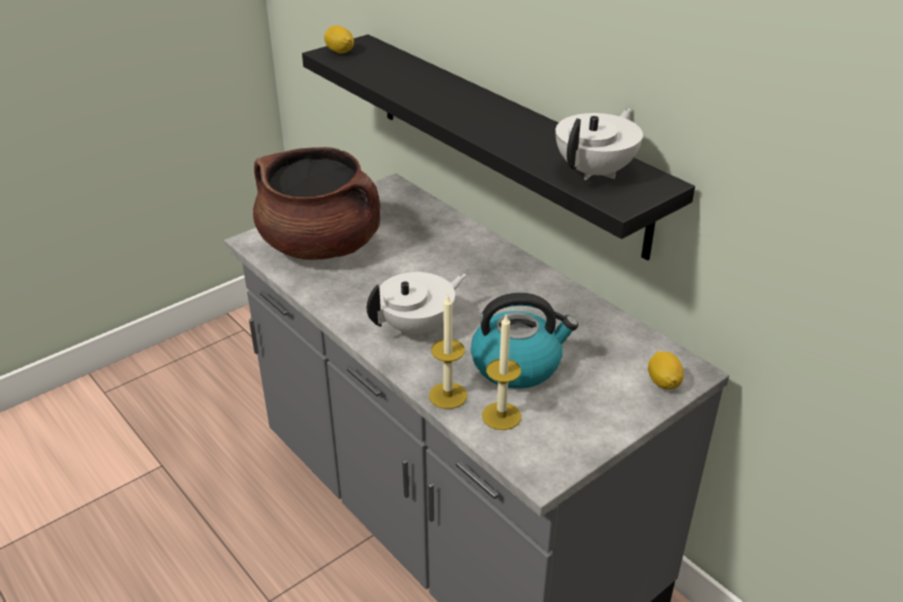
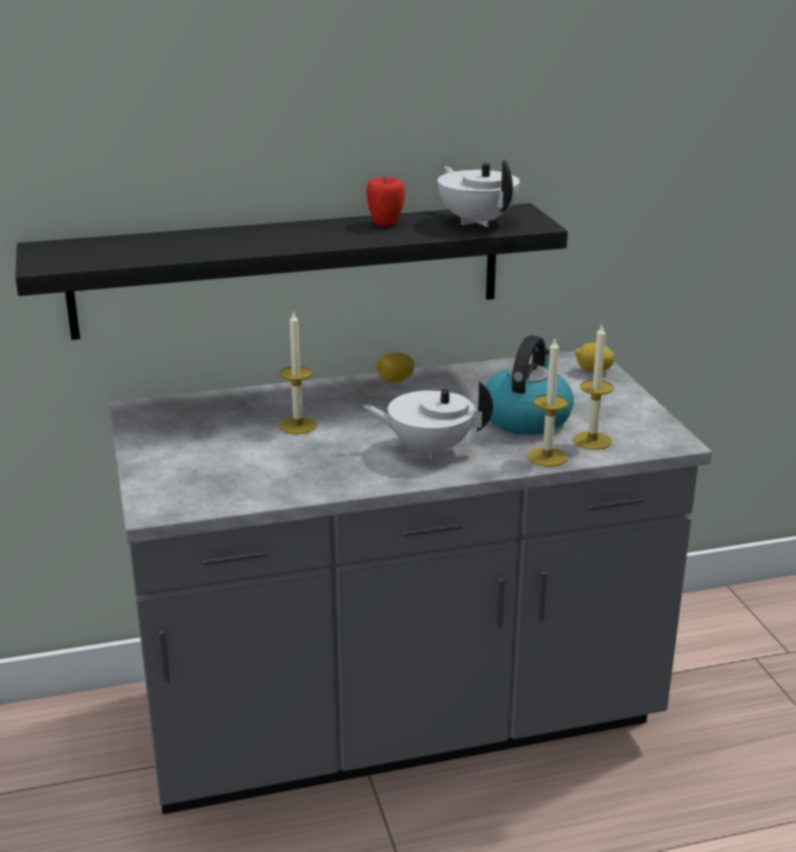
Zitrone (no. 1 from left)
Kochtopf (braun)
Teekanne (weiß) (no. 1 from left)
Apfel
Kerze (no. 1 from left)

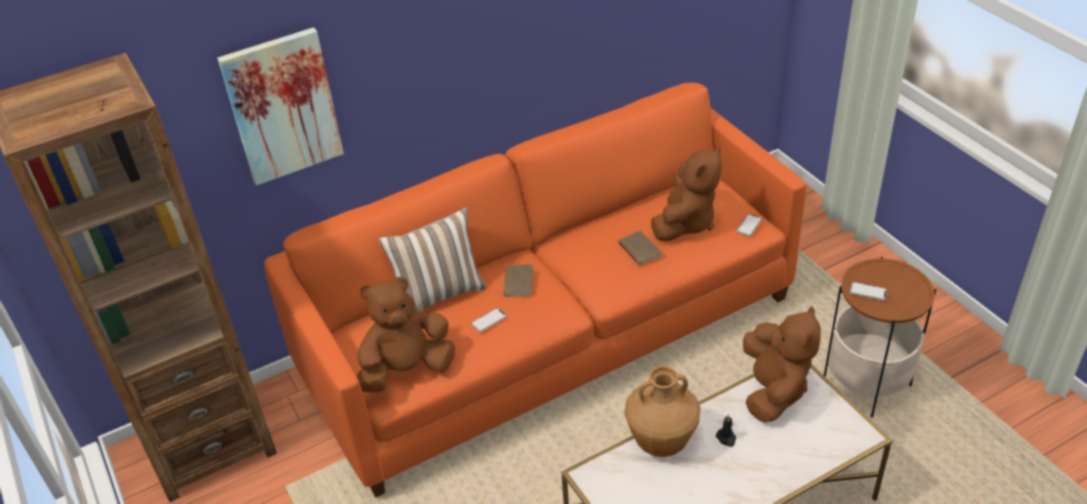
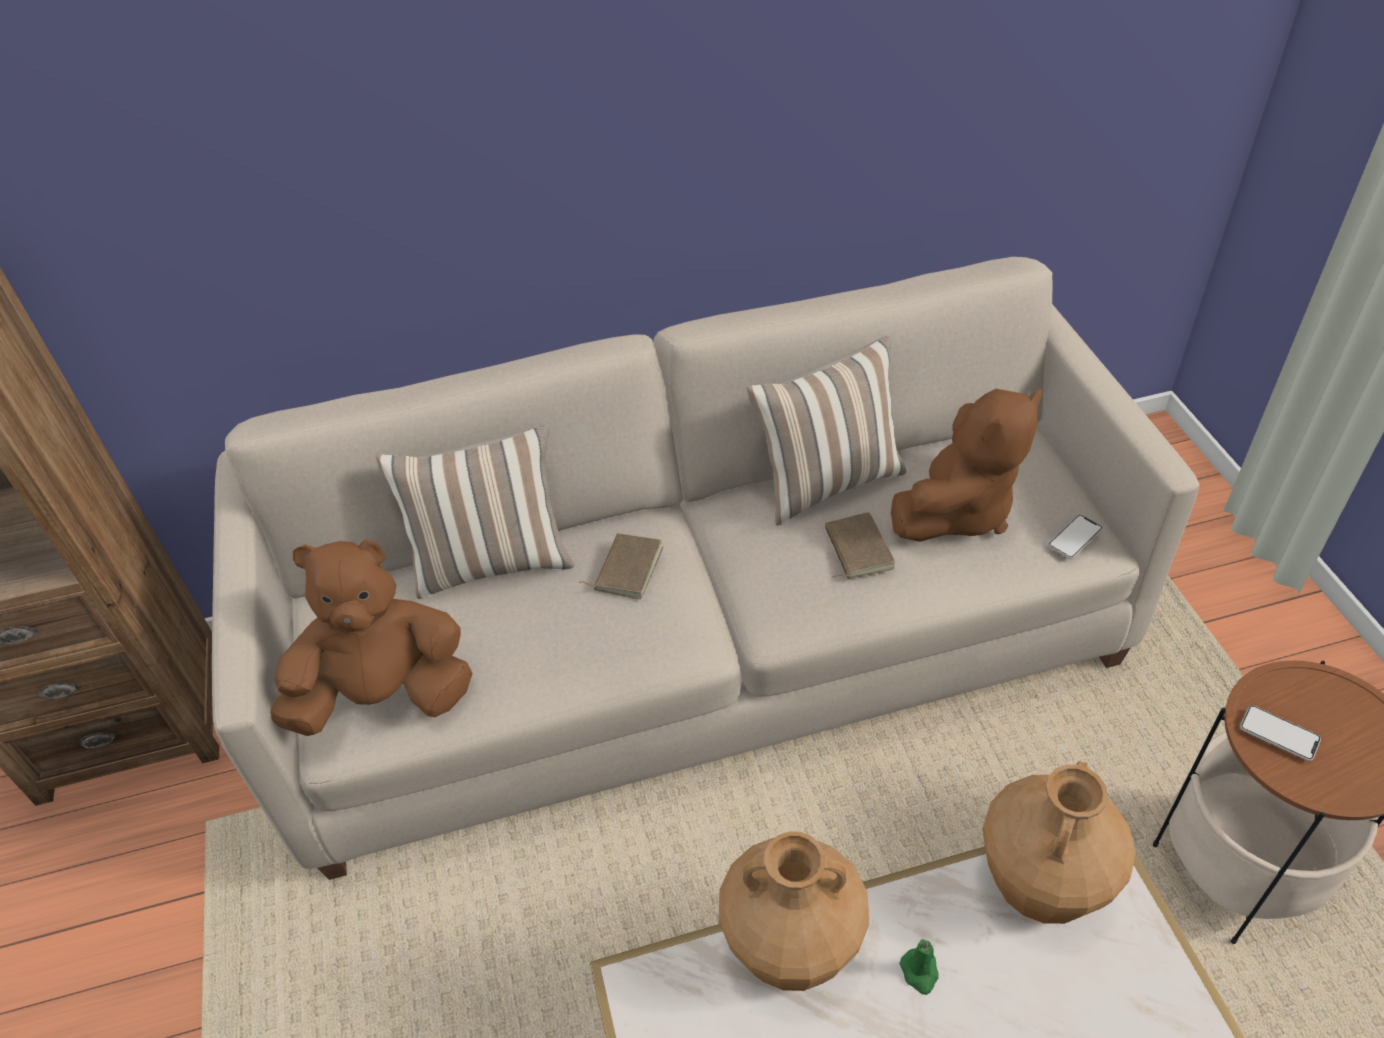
Bild
Sofa (beige)
Vase (braun) (no. 2 from left)
Handy (no. 1 from left in the first image)
Kerze (grün)
Kissen (no. 2 from left)

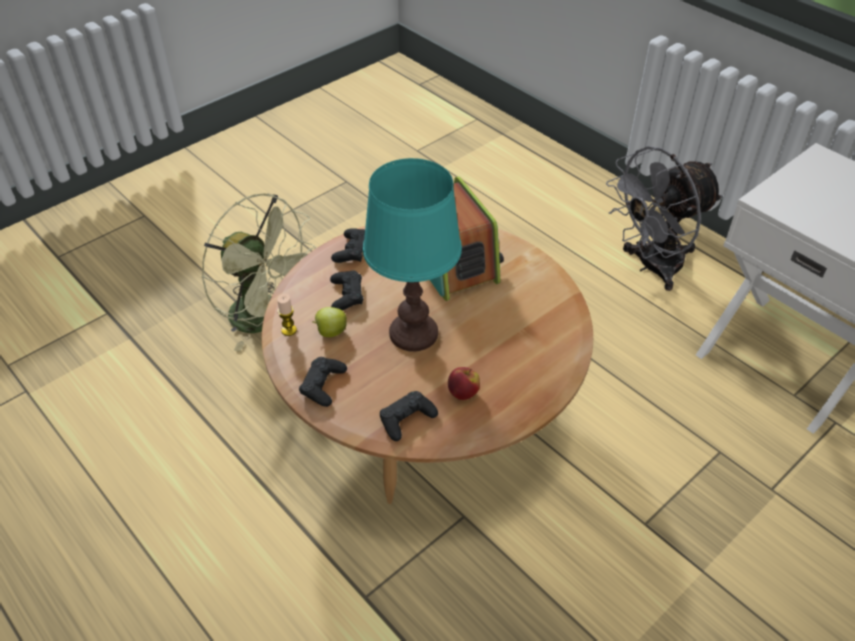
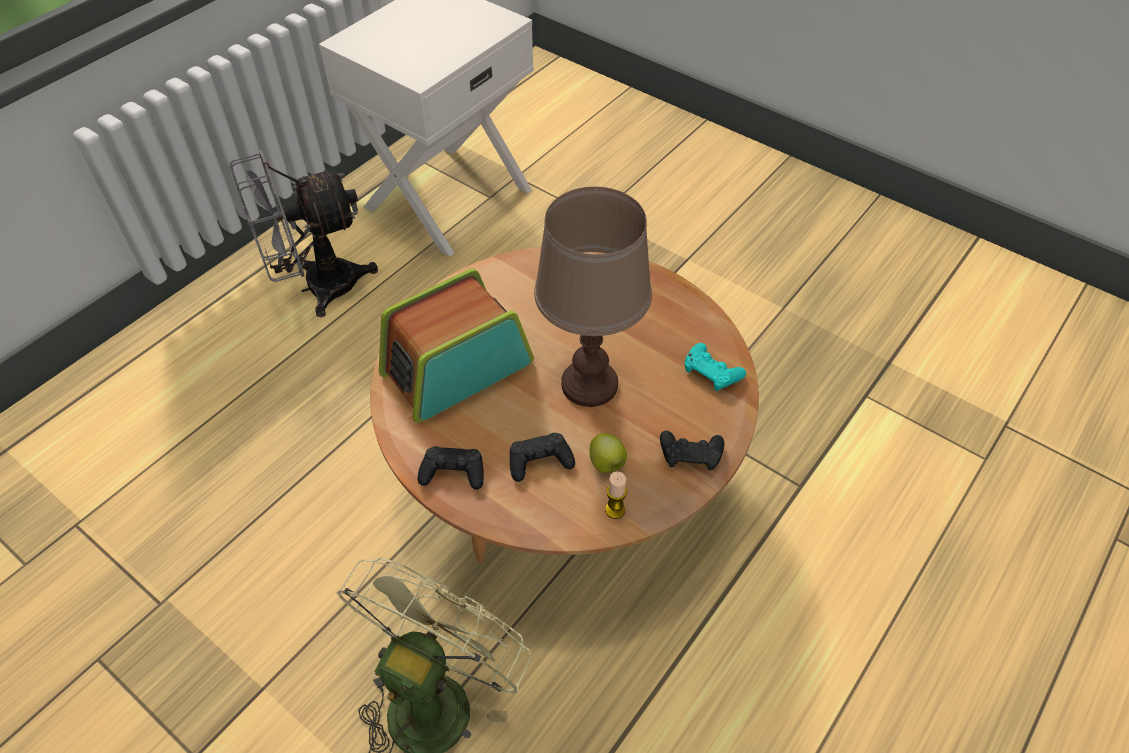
Ventilator (grau)
Tischlampe (braun)
Apfel (no. 2 from left in the first image)
Gamepad (türkis)

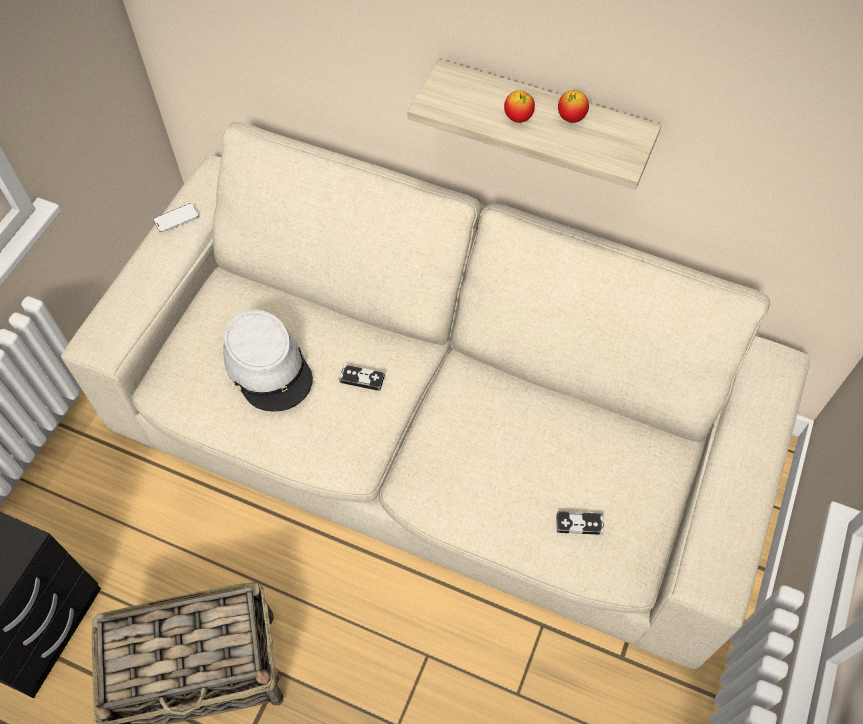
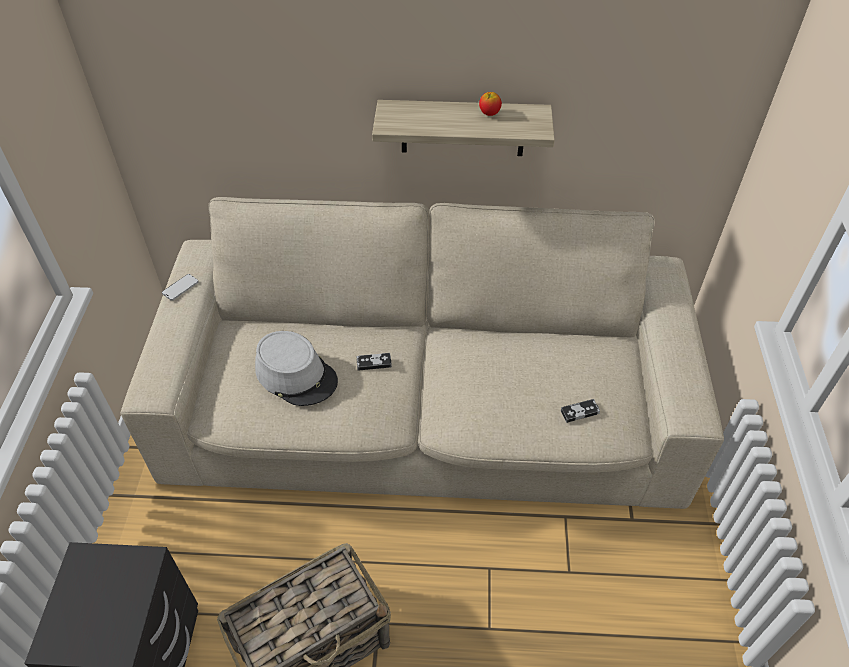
Apfel (no. 1 from left in the first image)

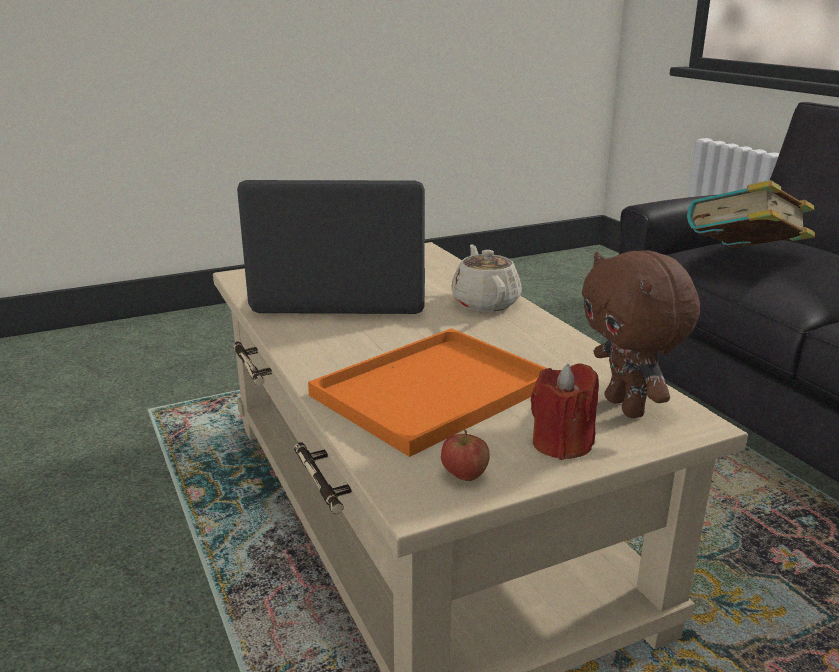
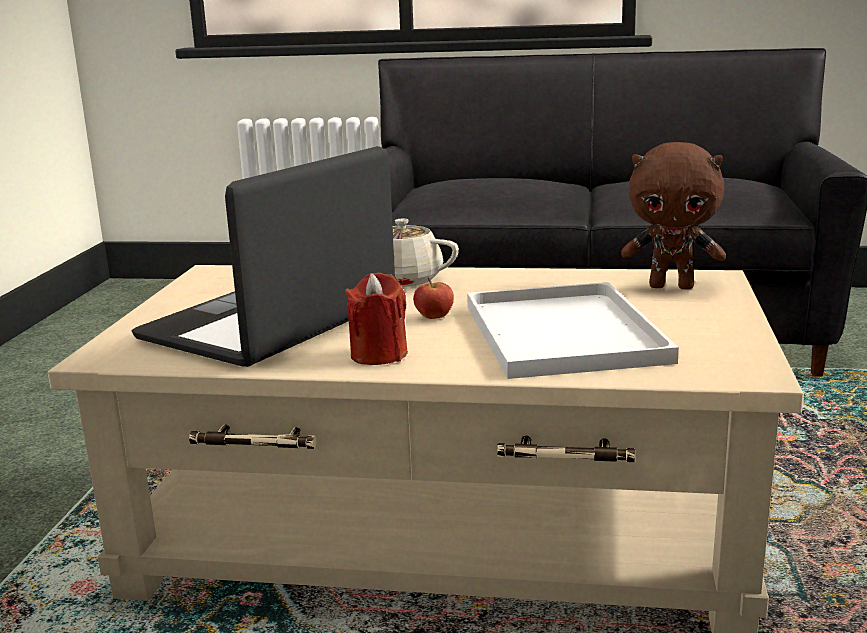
Buch
Tablett (weiß)
Kerze (rot)
Apfel

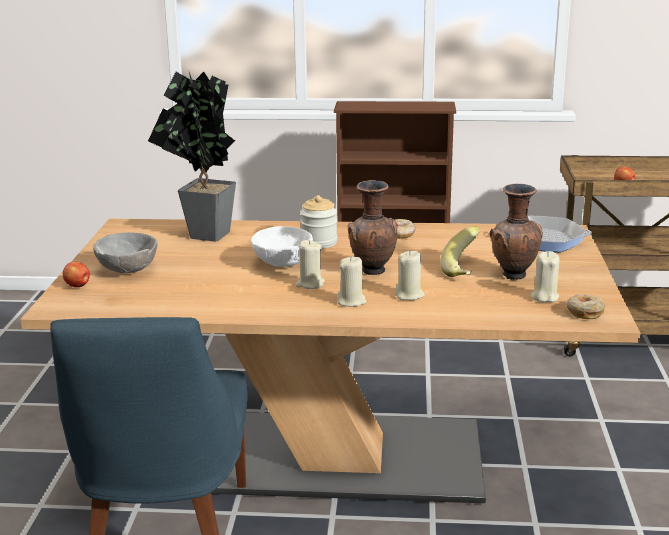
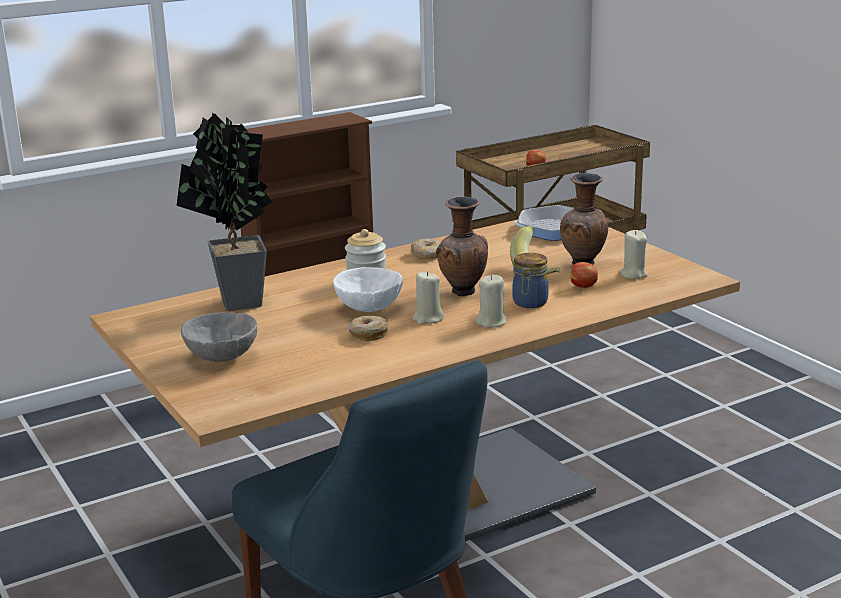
Vorratsglas (no. 2 from left)
Apfel (no. 2 from left)
Donut (no. 1 from left)

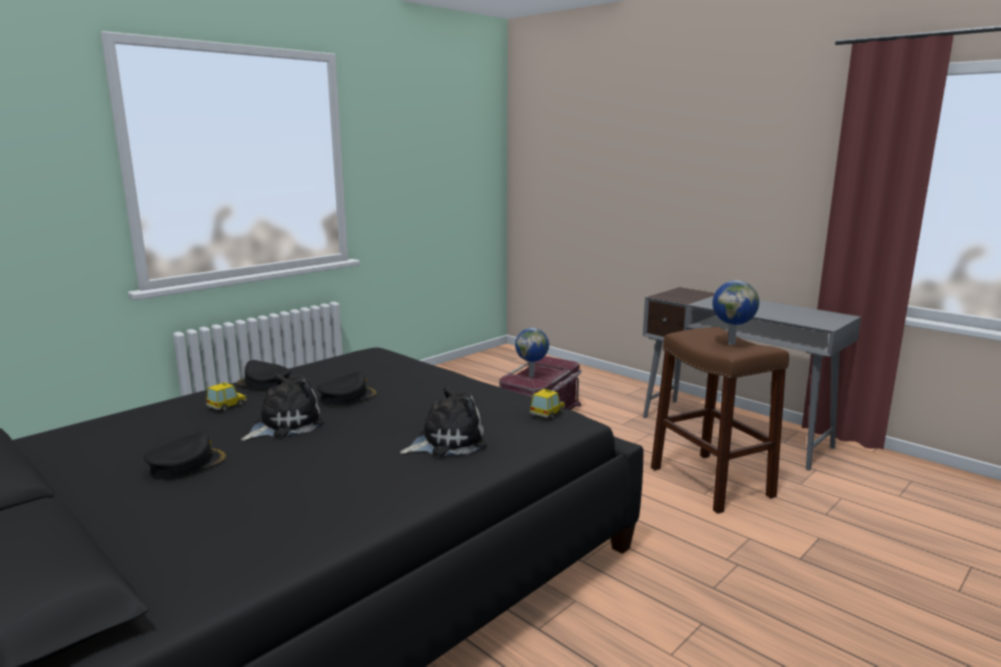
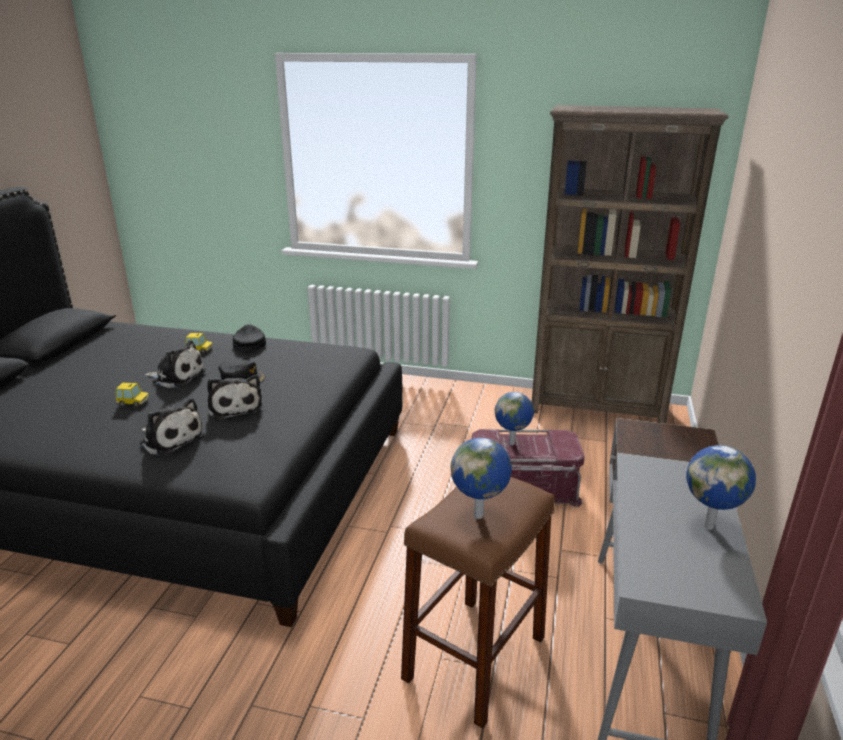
Spielzeugauto (no. 1 from left)
Kappe (schwarz) (no. 1 from left in the first image)
Bücherregal (braun)
Plüschtier (no. 3 from left)
Globus (no. 3 from left)

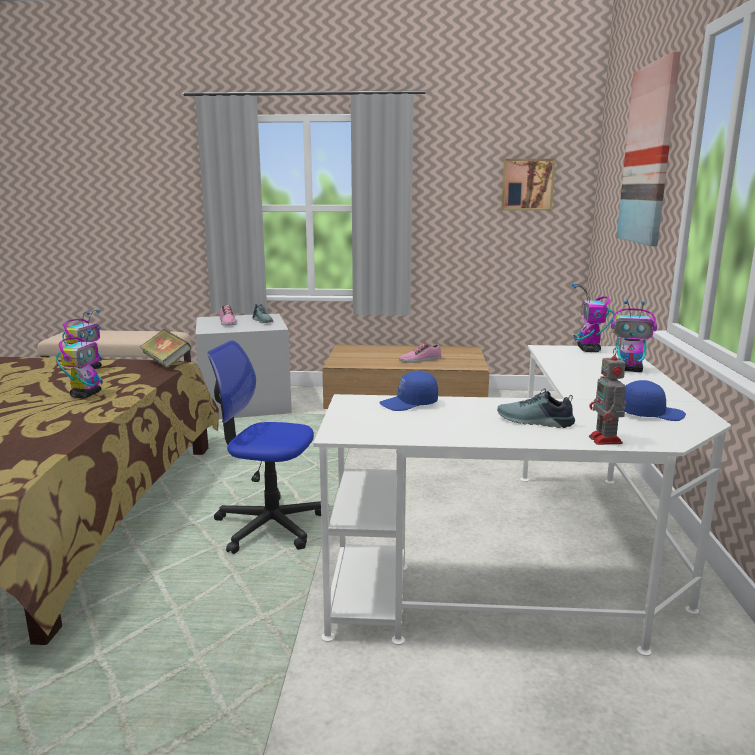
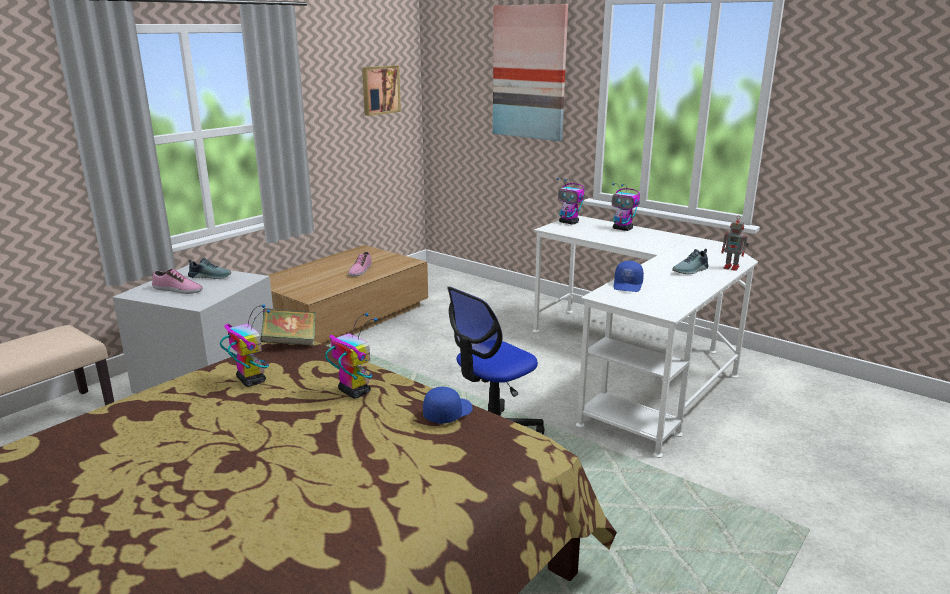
Spielzeugroboter (no. 4 from left)
Kappe (blau) (no. 1 from left)

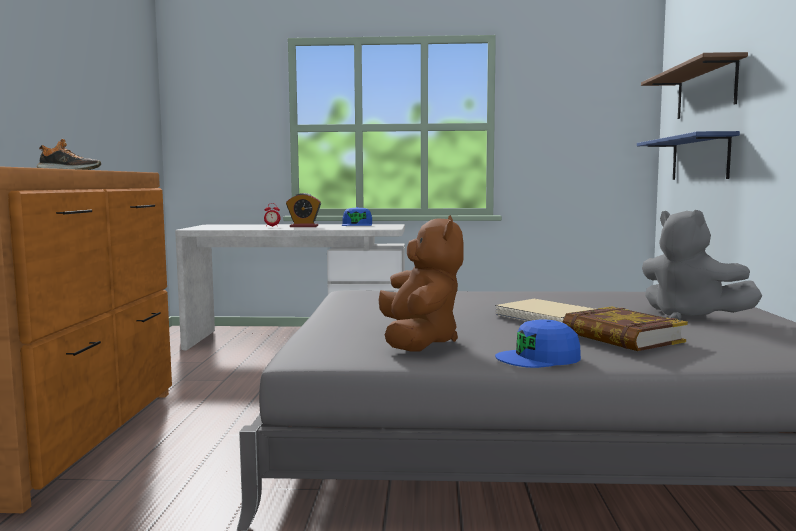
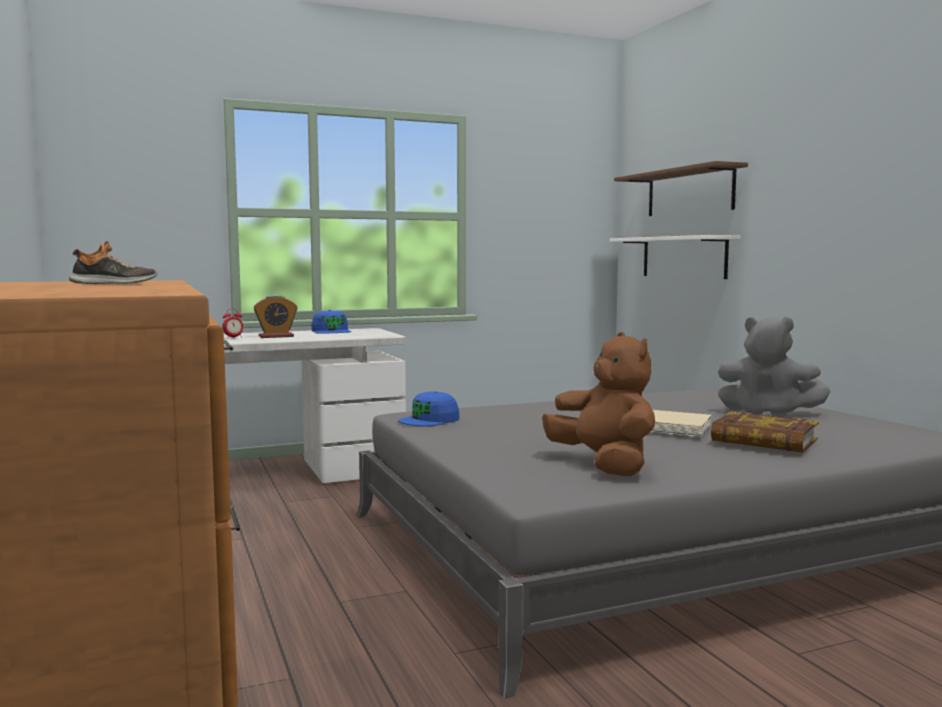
Wandregal (weiß)
Kappe (blau) (no. 2 from left)

